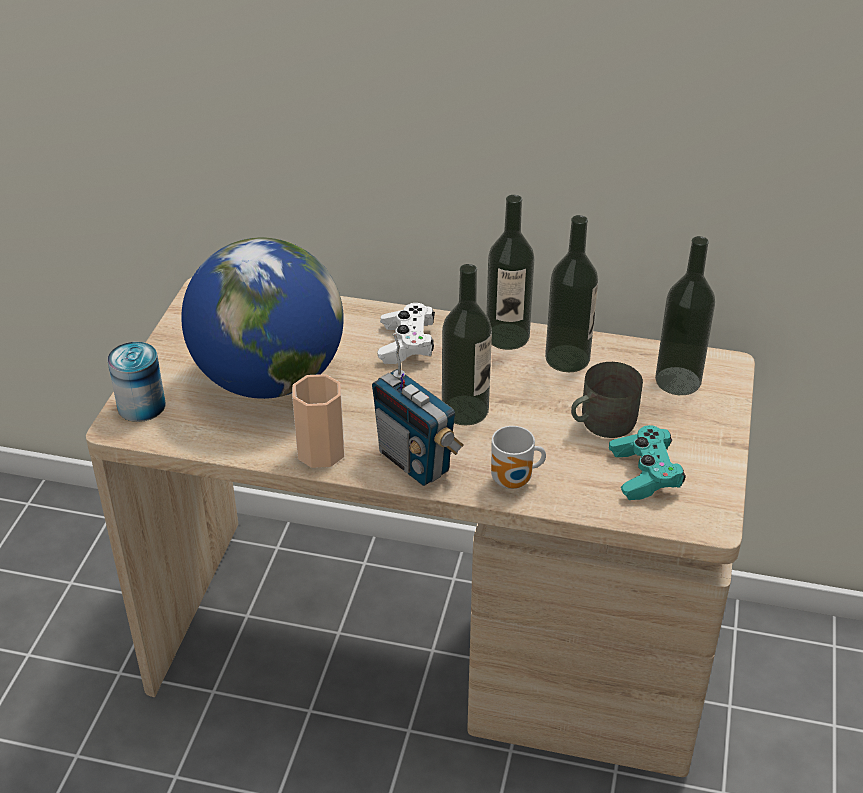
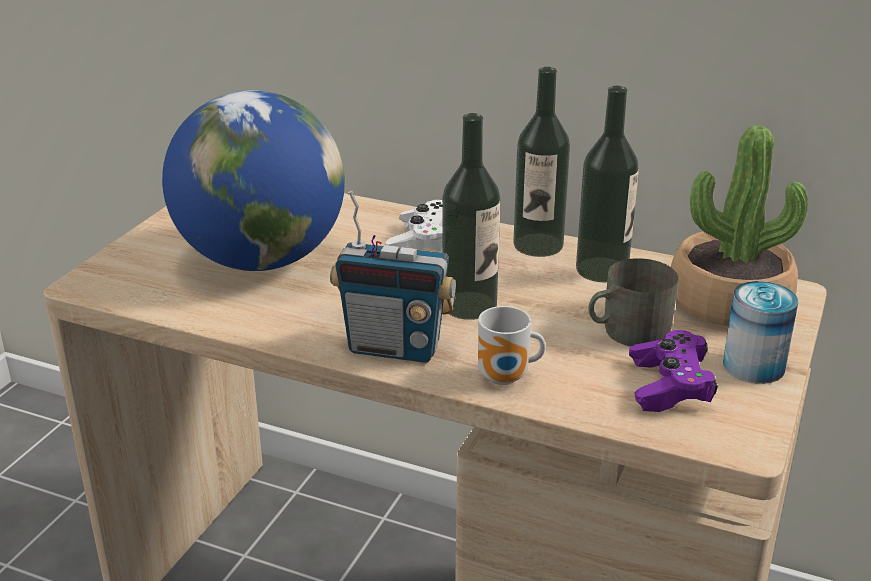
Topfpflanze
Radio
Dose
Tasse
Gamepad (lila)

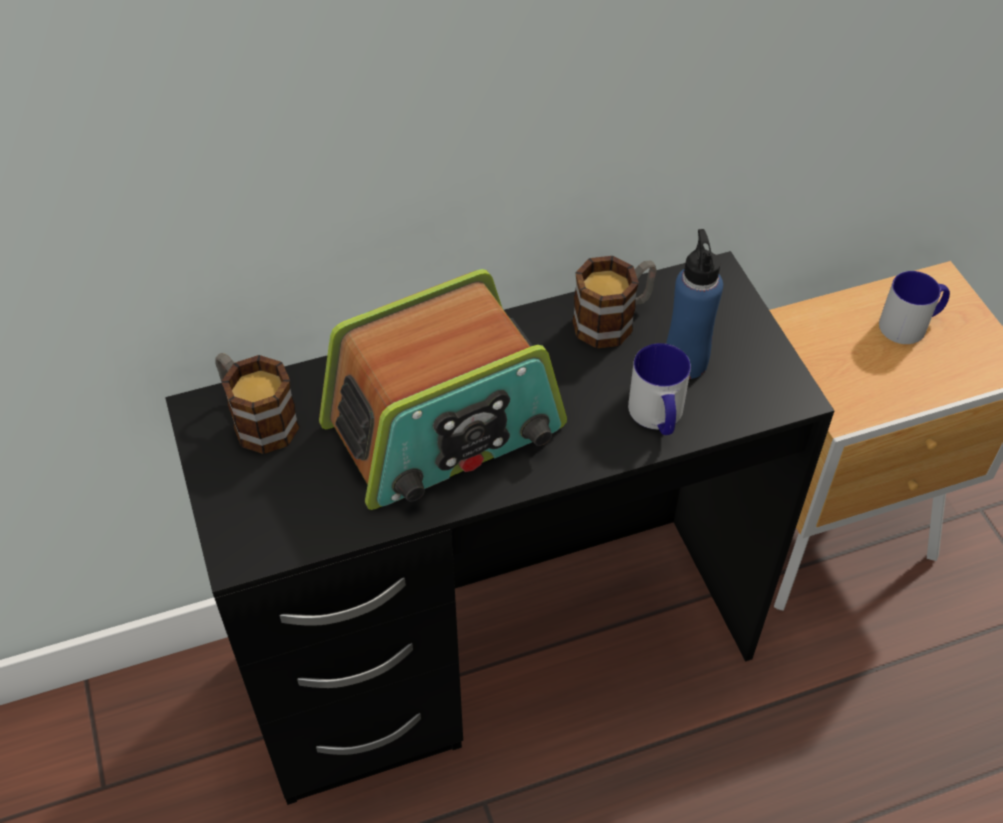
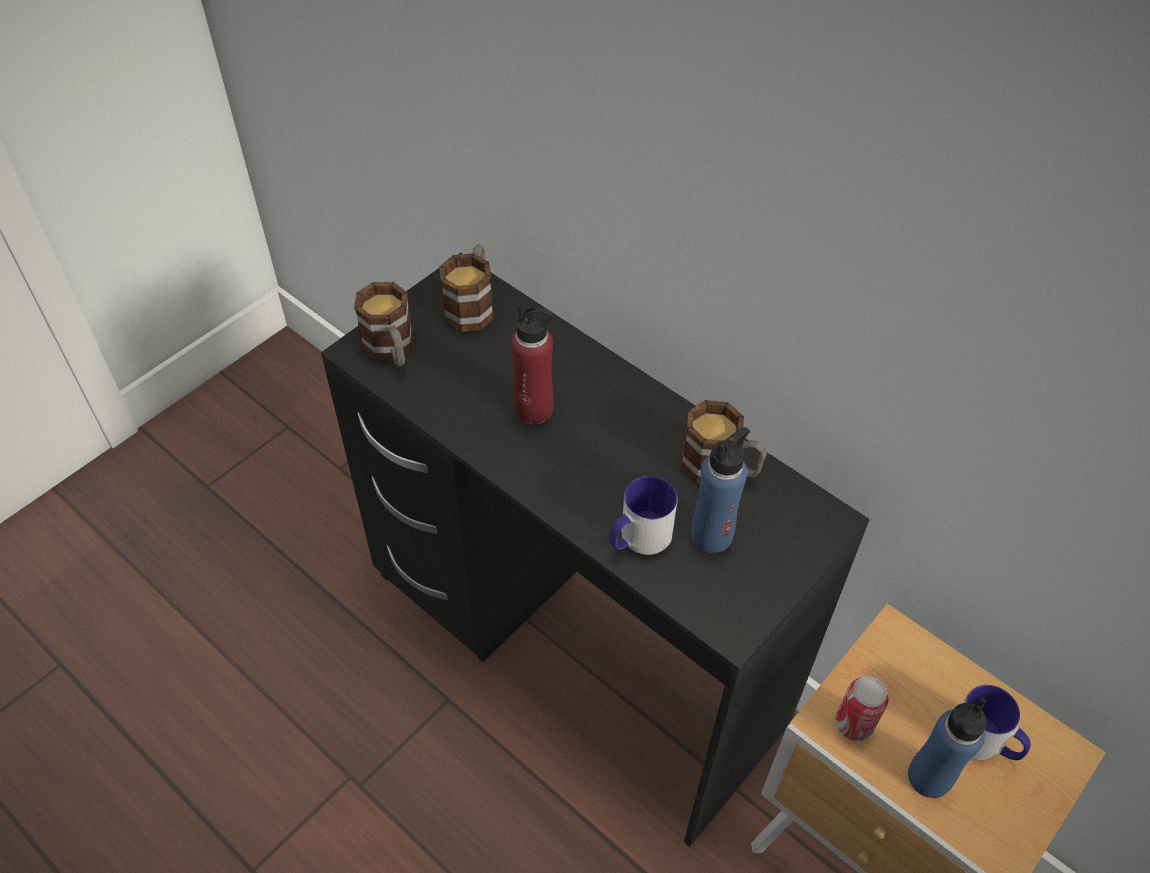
Flasche (rot)
Henkelbecher (no. 1 from left)
Dose
Flasche (blau) (no. 2 from left)

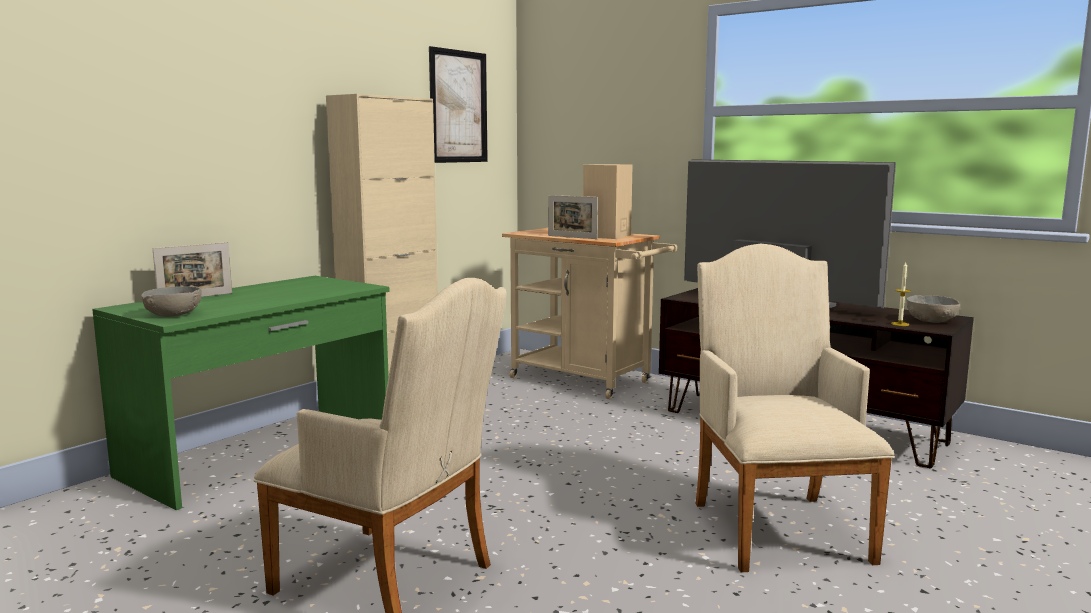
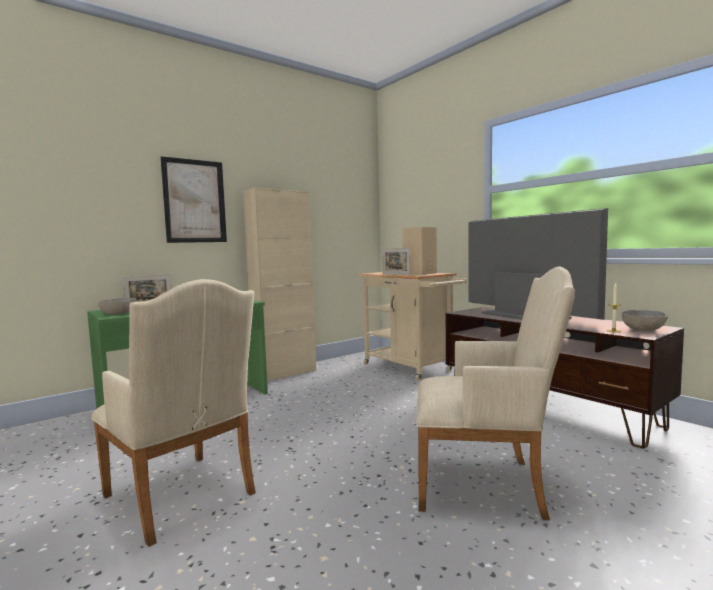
Bild
Sessel (beige) (no. 2 from left)

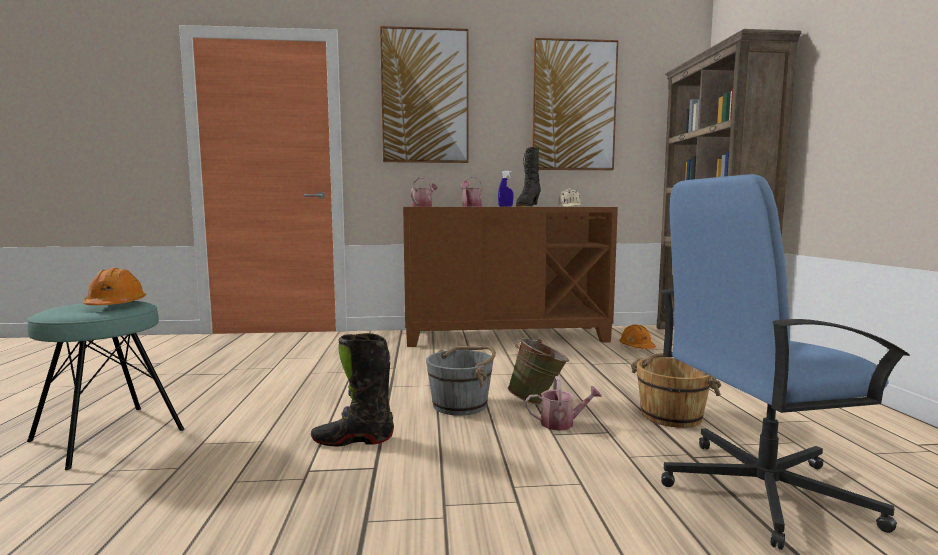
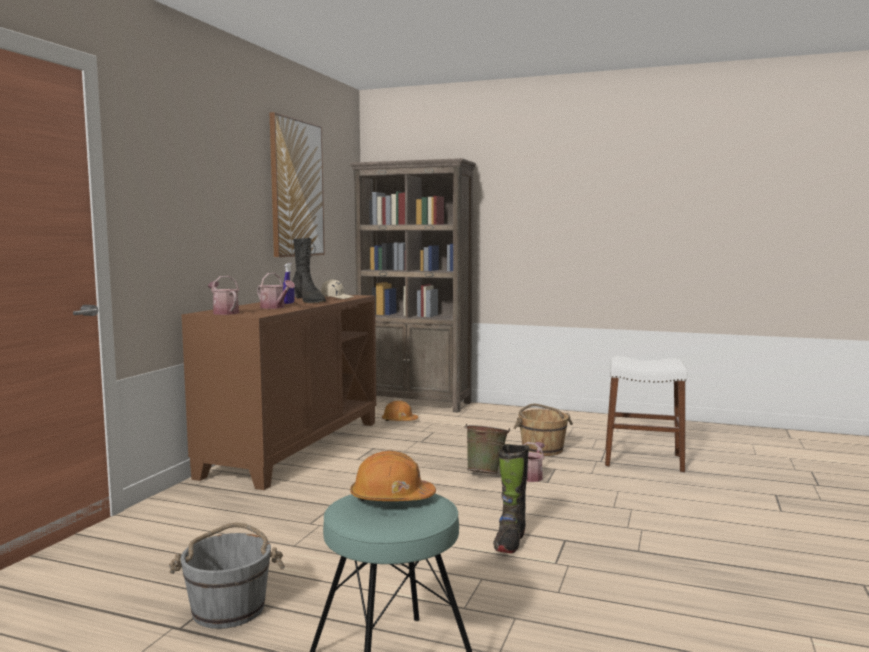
Bild (no. 1 from left in the first image)
Hocker (weiß)
Eimer (grau)

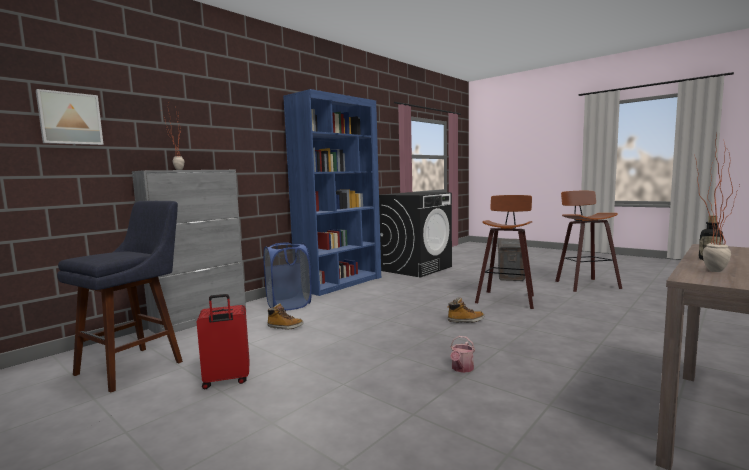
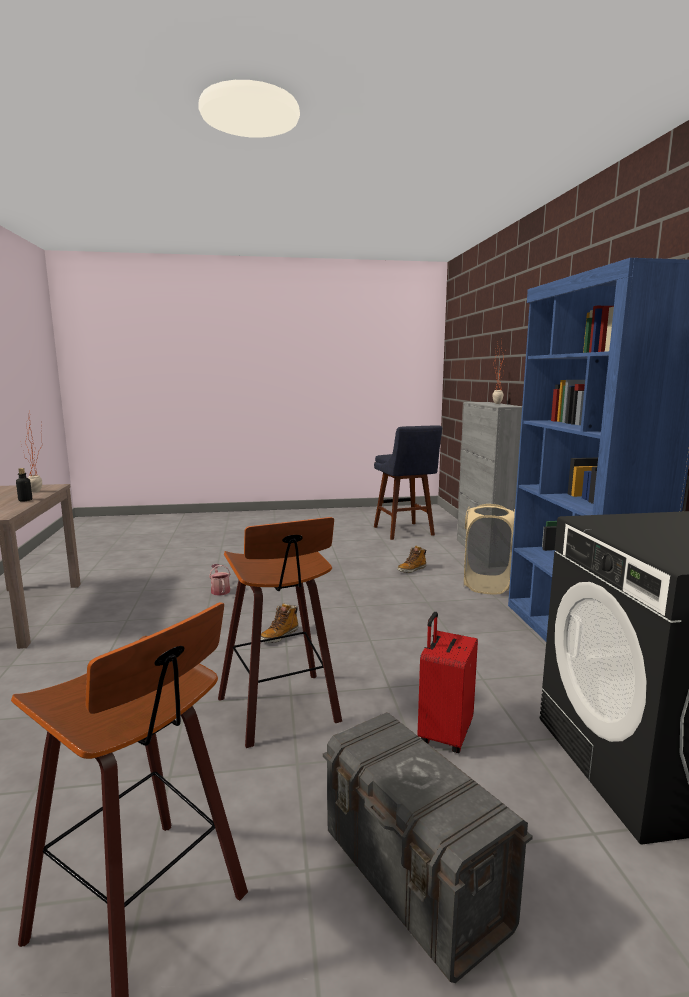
Bild
Wäschekorb (beige)
Koffer (rot)

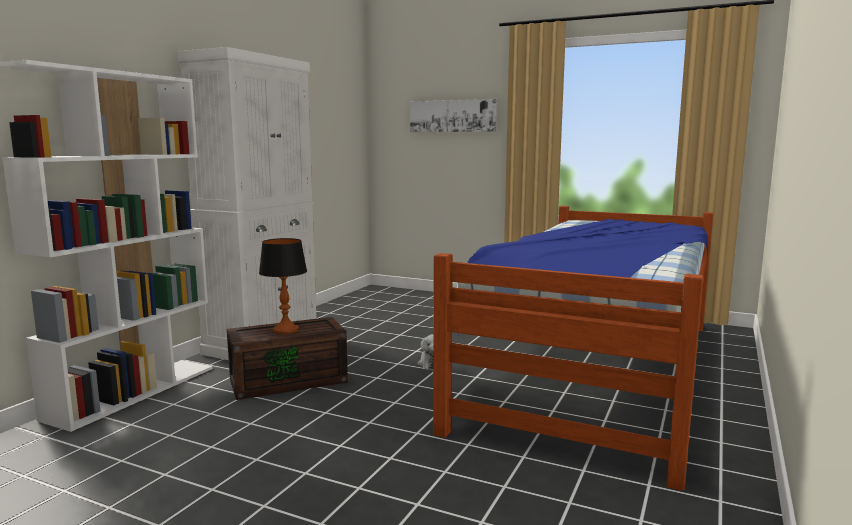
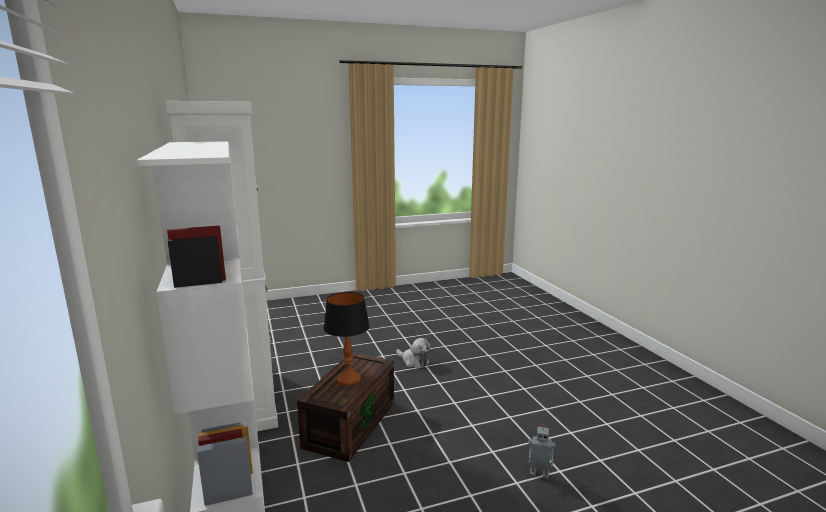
Bild
Bett
Spielzeugroboter

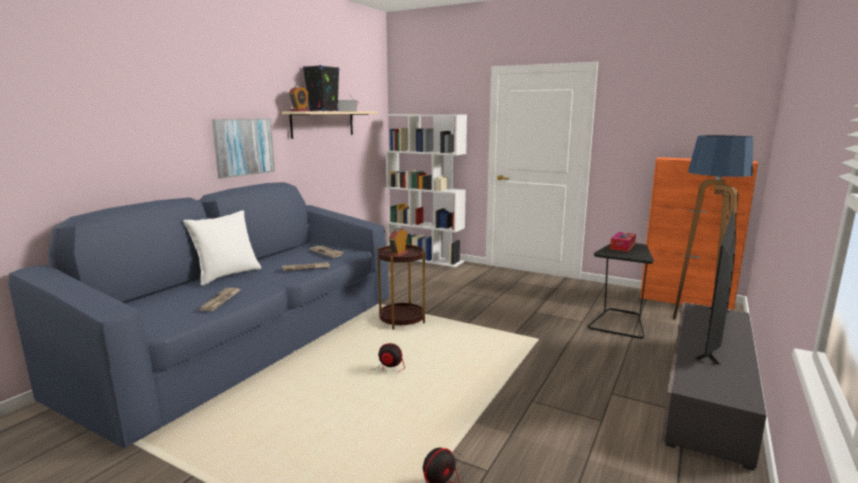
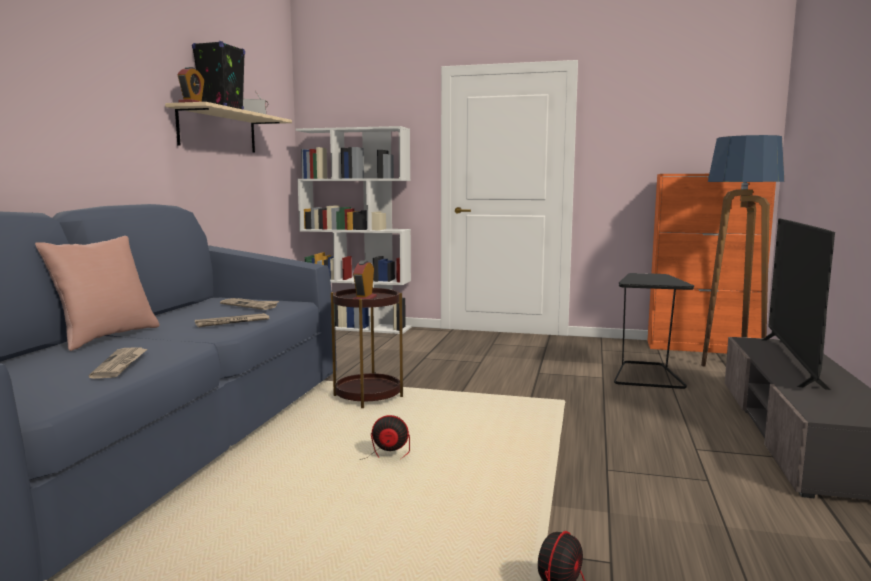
Bild
Kissen (rosa)
Taschentuchbox

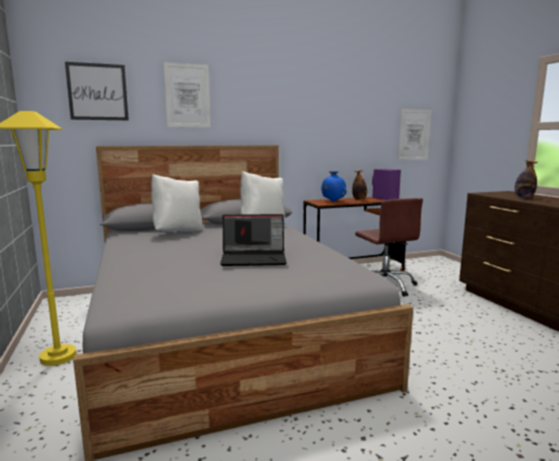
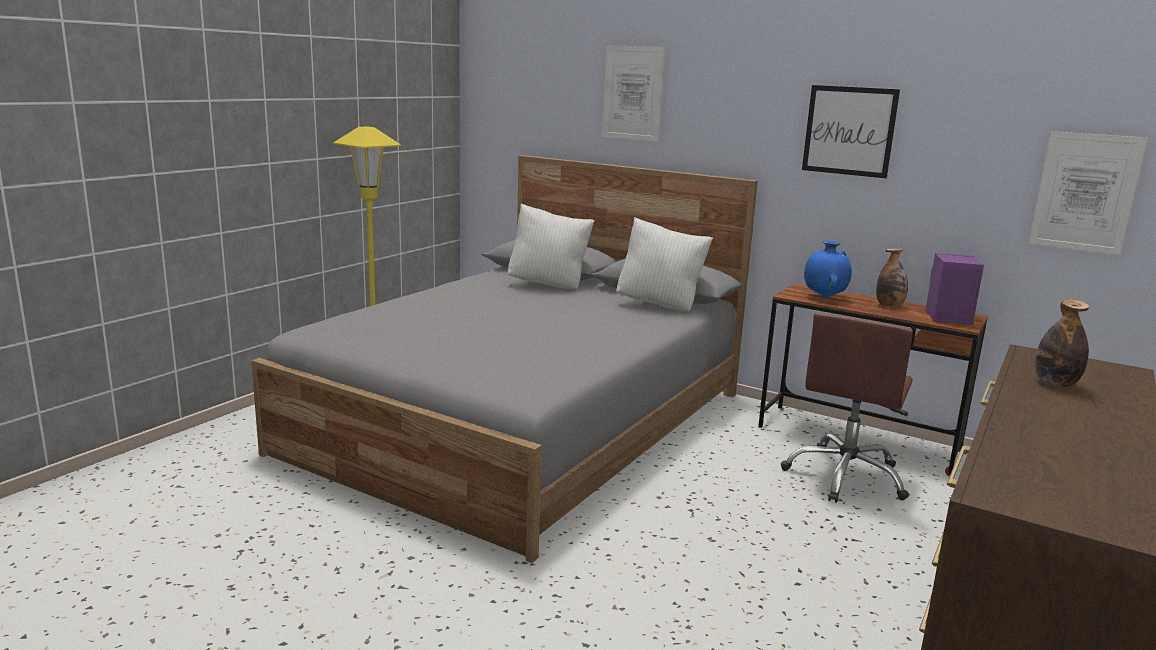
Bild (no. 2 from left)
Laptop

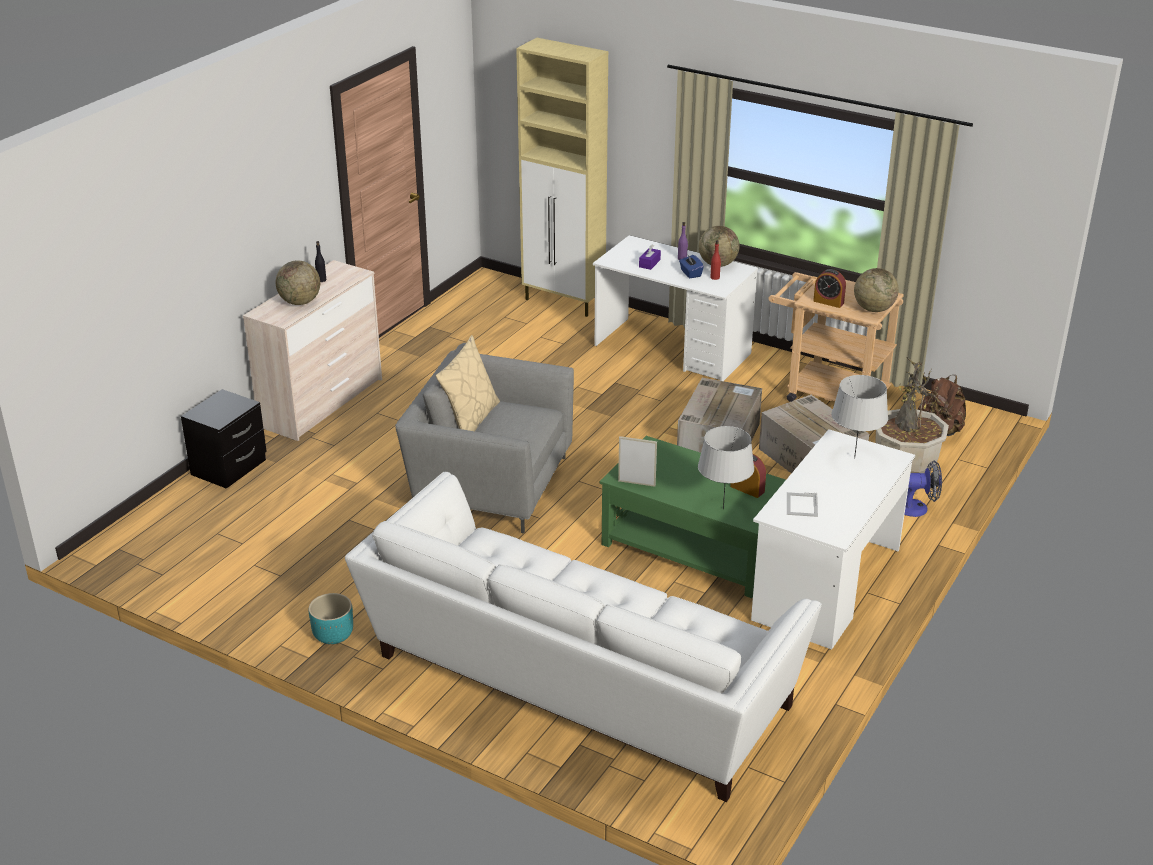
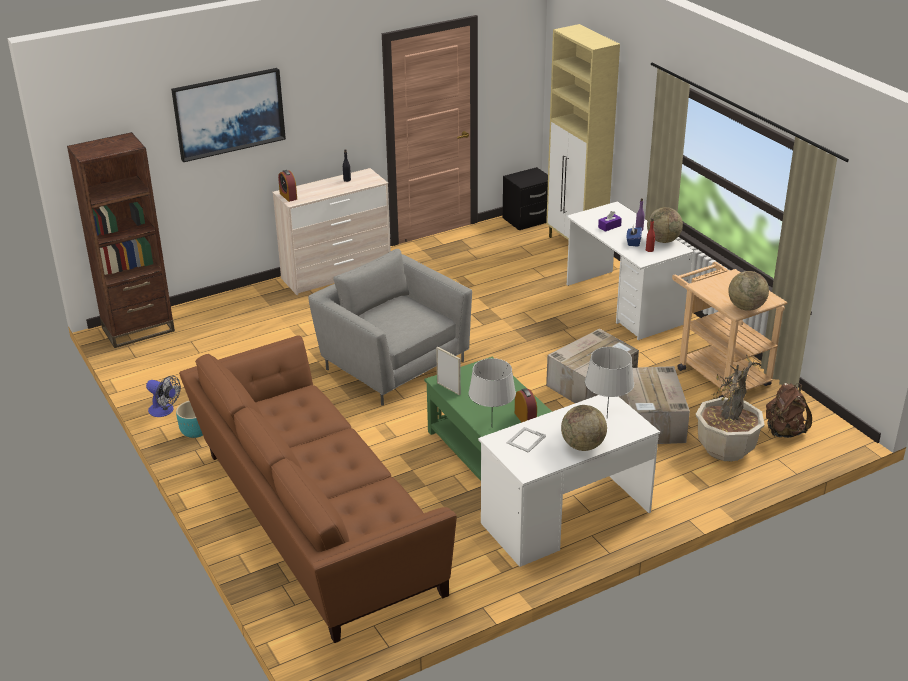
Globus (no. 1 from left)
Wecker (no. 1 from left)
Kissen (beige)
Nachttisch (schwarz)
Ventilator
Sofa (braun)
Bild
Bücherregal (braun)

